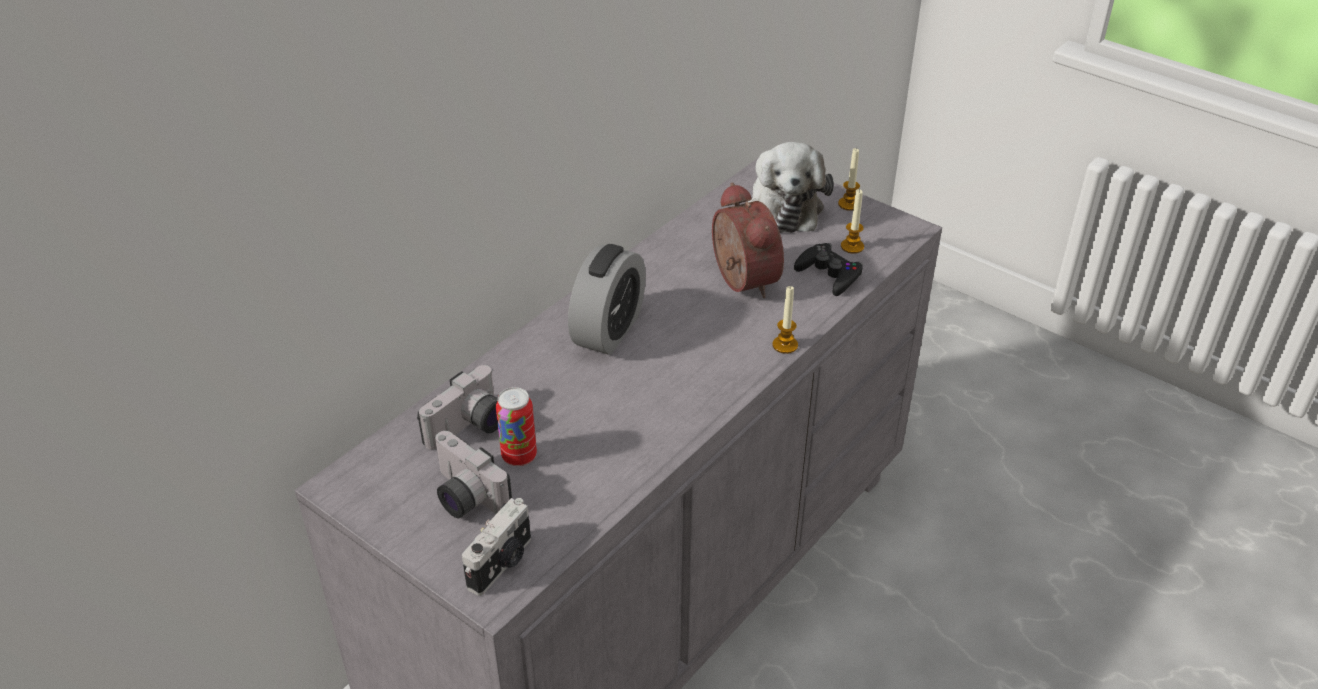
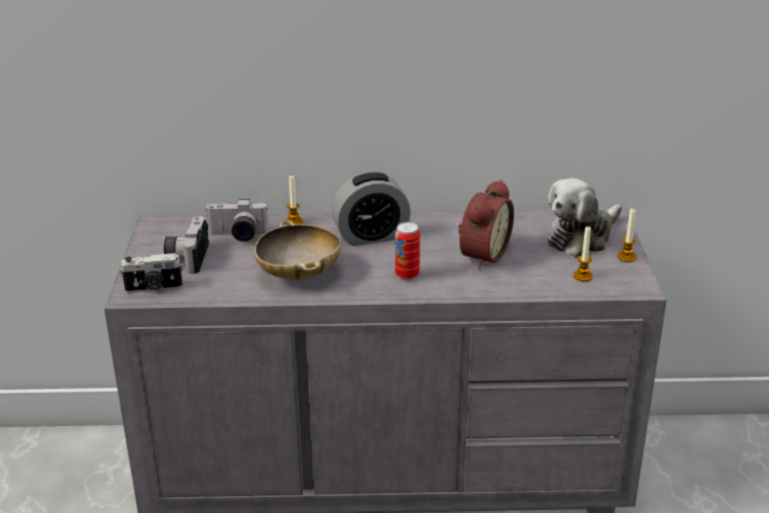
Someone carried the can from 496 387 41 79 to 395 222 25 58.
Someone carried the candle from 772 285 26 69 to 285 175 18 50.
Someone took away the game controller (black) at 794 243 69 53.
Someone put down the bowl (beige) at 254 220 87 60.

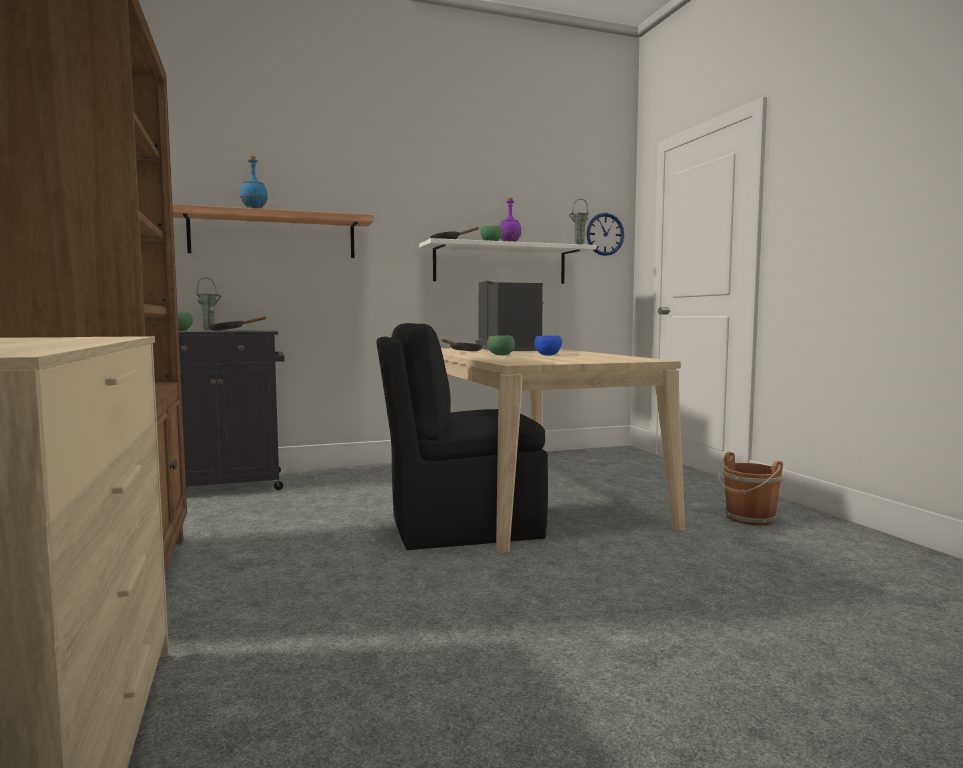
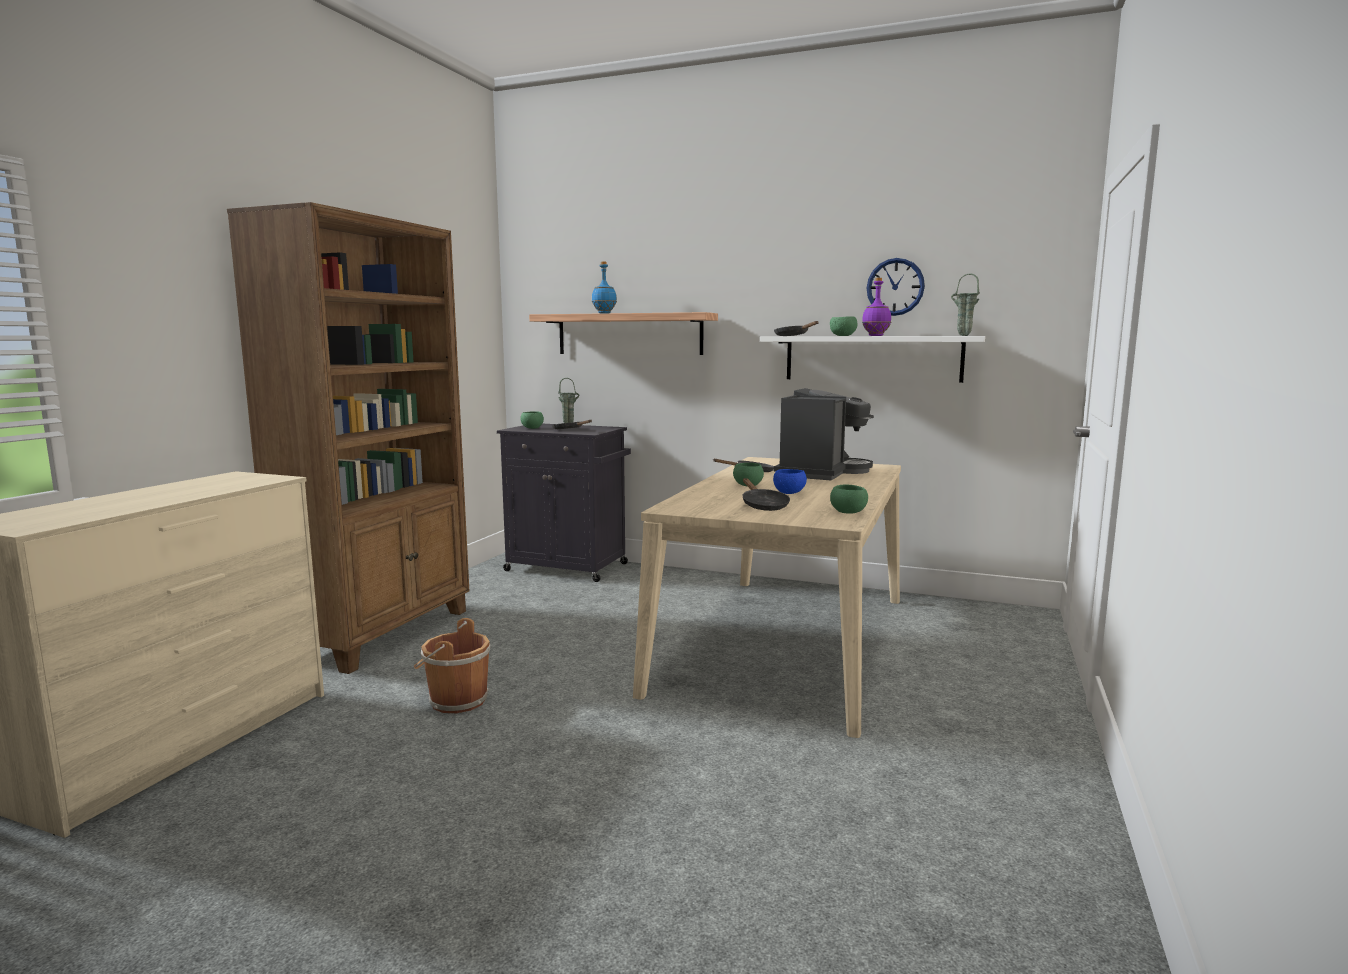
Someone took away the chair (black) at 376 323 172 227.
Someone carried the wall clock from 586 213 38 43 to 867 258 58 58.
Someone carried the bucket (brown) from 718 452 65 74 to 414 618 76 95.
Someone put down the frying pan (black) at 742 478 48 33.
Someone put down the bowl (green) at 830 484 38 30.

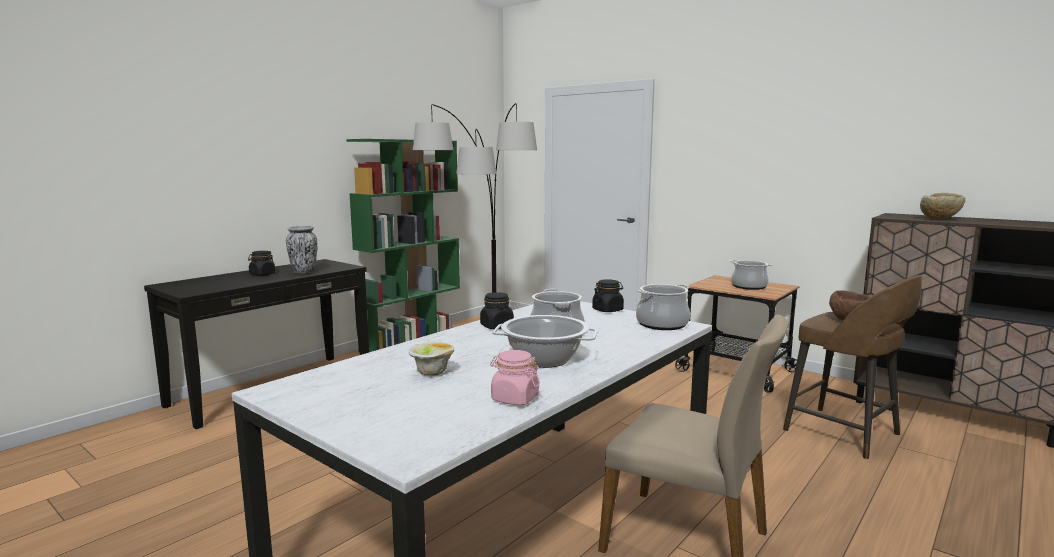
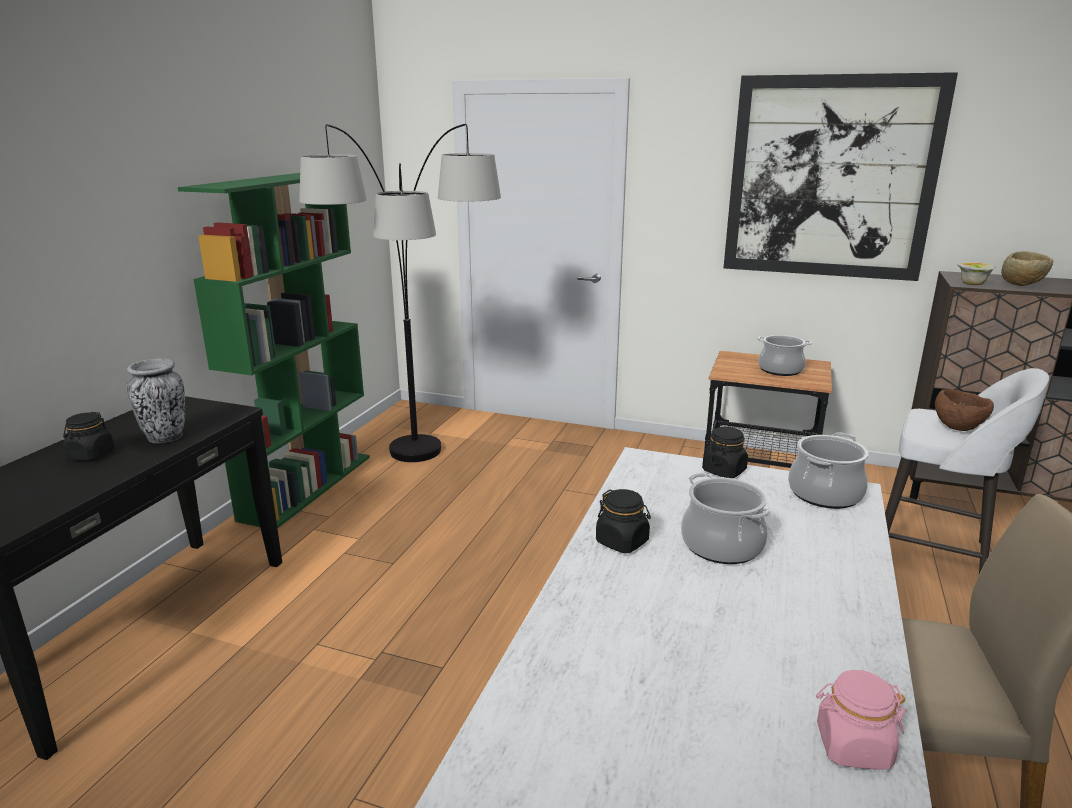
Someone carried the bowl from 409 342 45 34 to 957 262 39 23.
Someone took away the cooking pot at 492 315 106 53.
Someone repainted the stool (brown) at 783 275 139 184, which became the stool (white) at 885 368 164 205.
Someone put up the picture at 724 72 234 209.

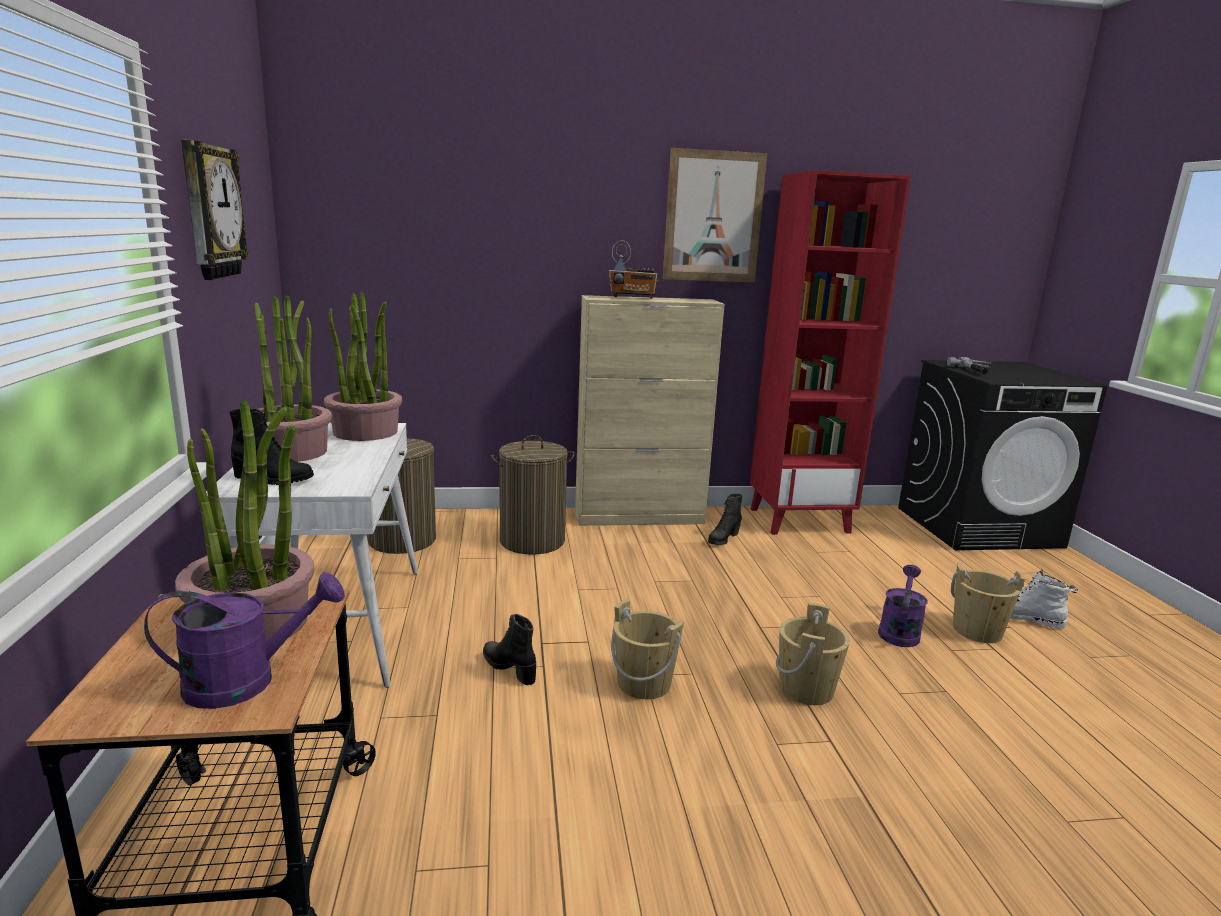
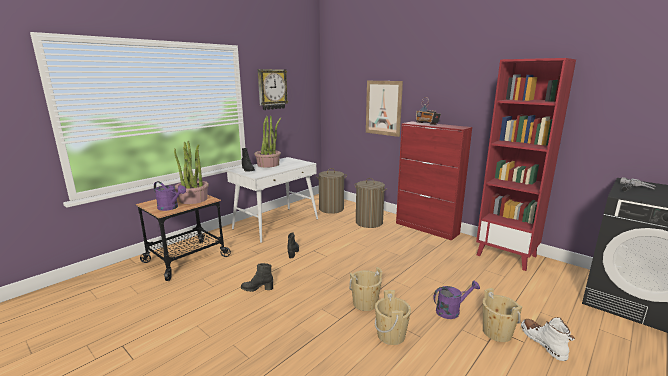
Someone took away the potted plant at 324 292 78 149.
Someone repainted the cabinet (beige) at 575 295 150 231, which became the cabinet (red) at 396 122 76 118.
Someone carried the bucket (beige) from 611 599 73 100 to 375 290 36 55.
Someone carried the picture from 663 148 104 135 to 366 81 37 56.
Someone carried the boot (black) from 708 494 34 51 to 241 263 32 29.

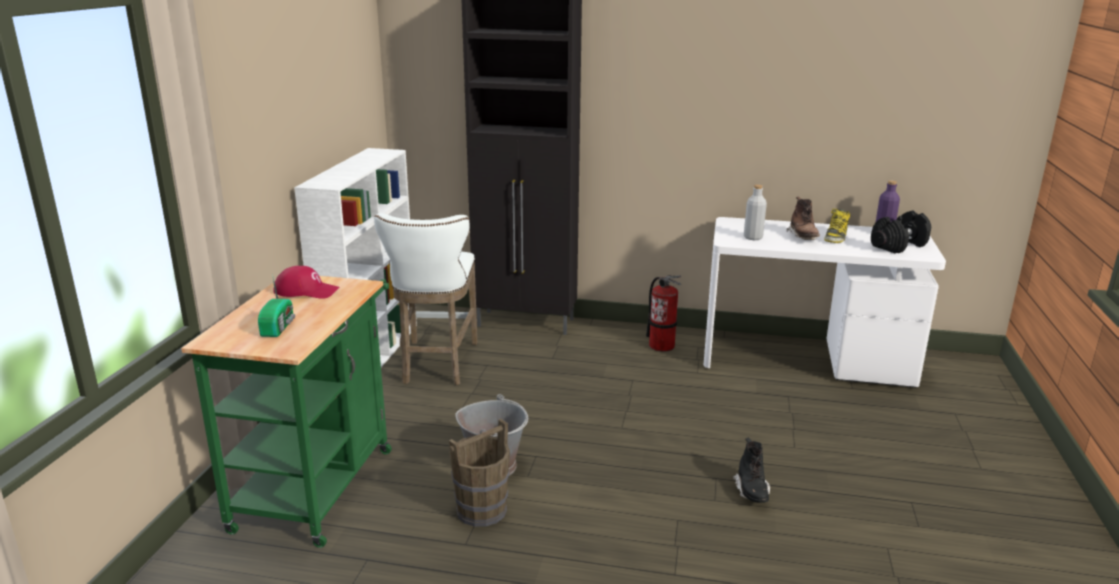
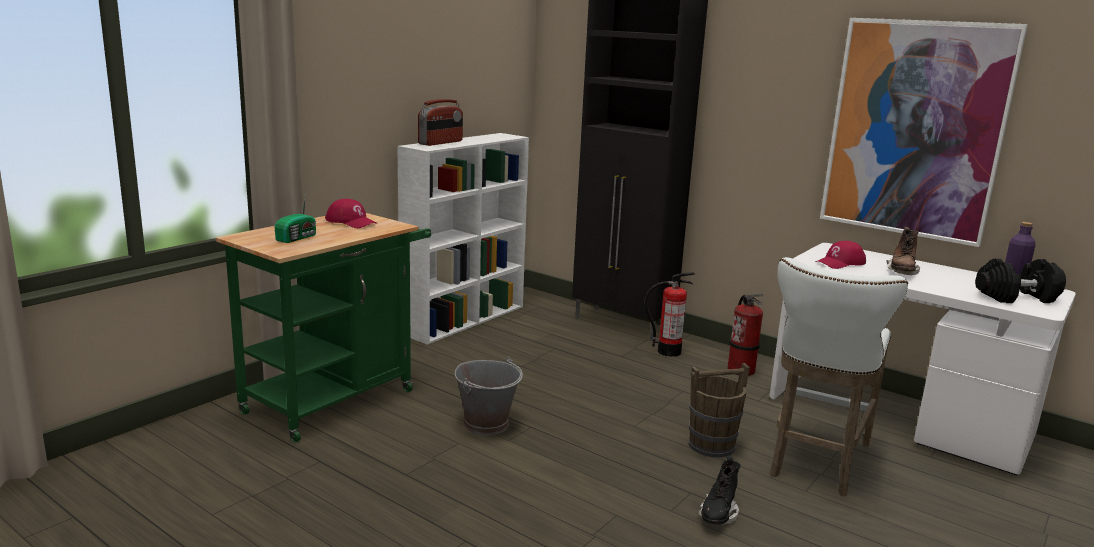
Someone carried the stool (white) from 374 213 103 172 to 770 257 138 239.
Someone carried the bucket (brown) from 449 419 61 108 to 689 363 61 94.
Someone swapped the bottle (grey) at 744 185 23 55 for the cap (red) at 815 241 51 28.
Someone took away the boot at 824 209 26 34.
Someone put down the radio at 418 99 45 47.
Someone put down the fire extinguisher at 644 272 51 85.
Someone put up the picture at 820 18 208 229.

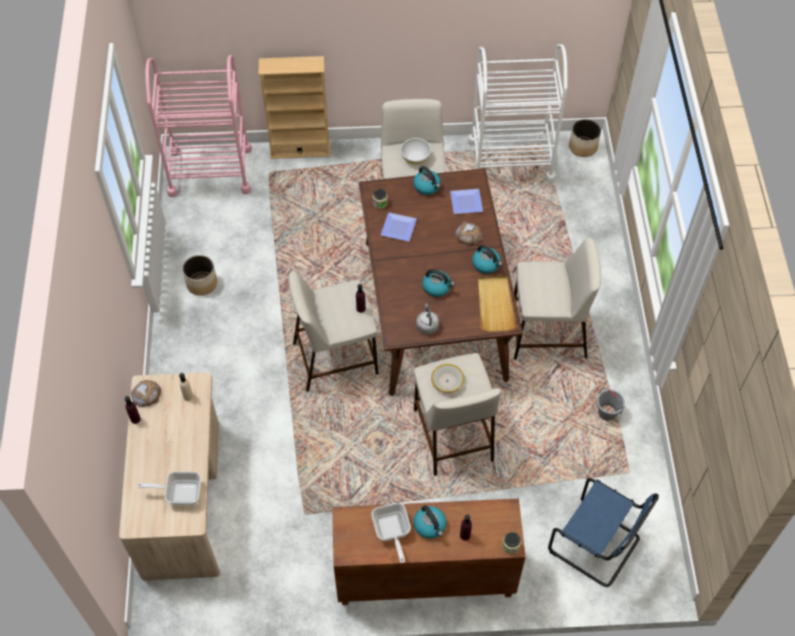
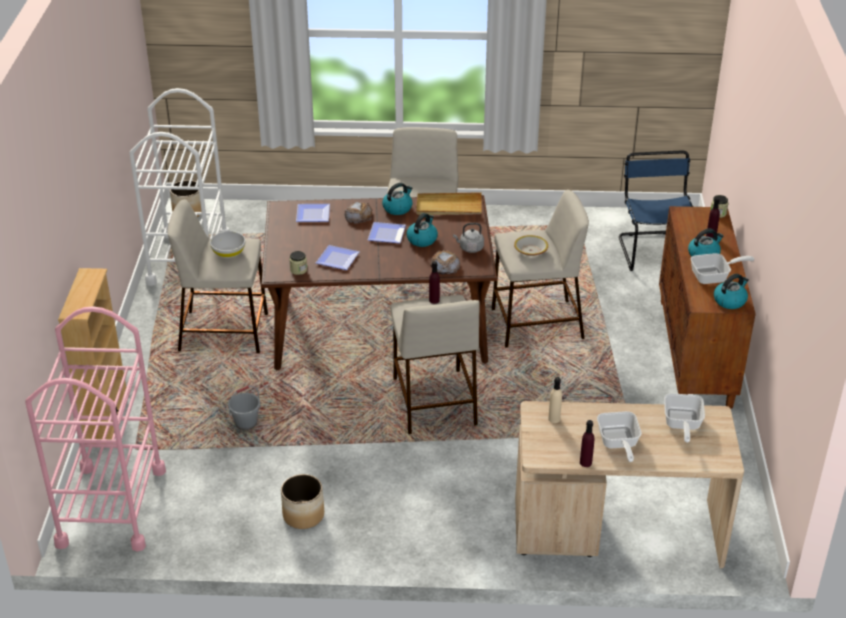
Someone carried the bread from 131 380 30 27 to 430 249 30 25.
Someone carried the kettle from 413 166 28 29 to 714 274 35 35.
Someone rotated the chair (blue) at 548 478 111 109 by 45 degrees counterclockwise.
Someone carried the bucket (grey) from 596 387 29 33 to 228 386 33 44.
Someone put down the plate at 368 222 38 21.
Someone put down the frying pan at 597 411 45 51.

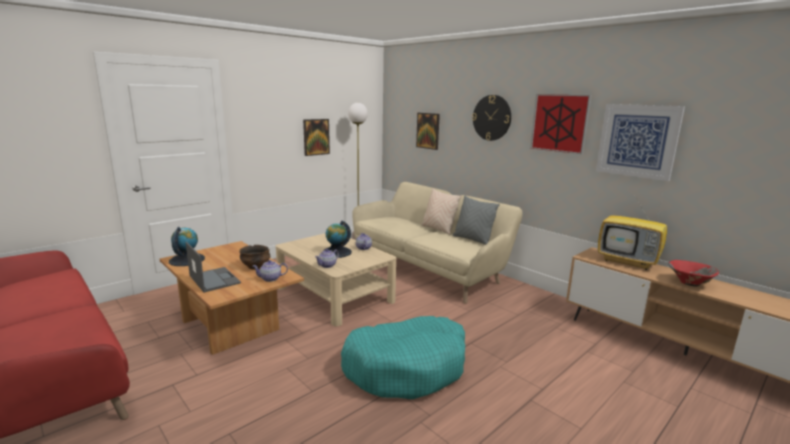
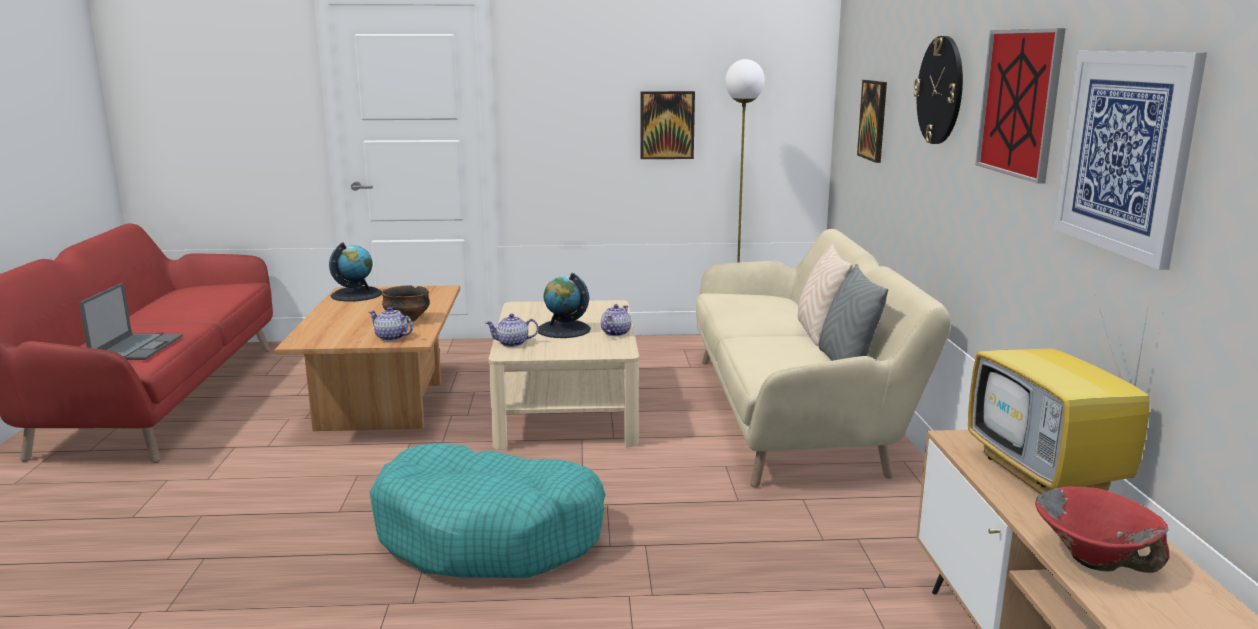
Someone carried the laptop from 186 242 55 51 to 79 283 104 77.

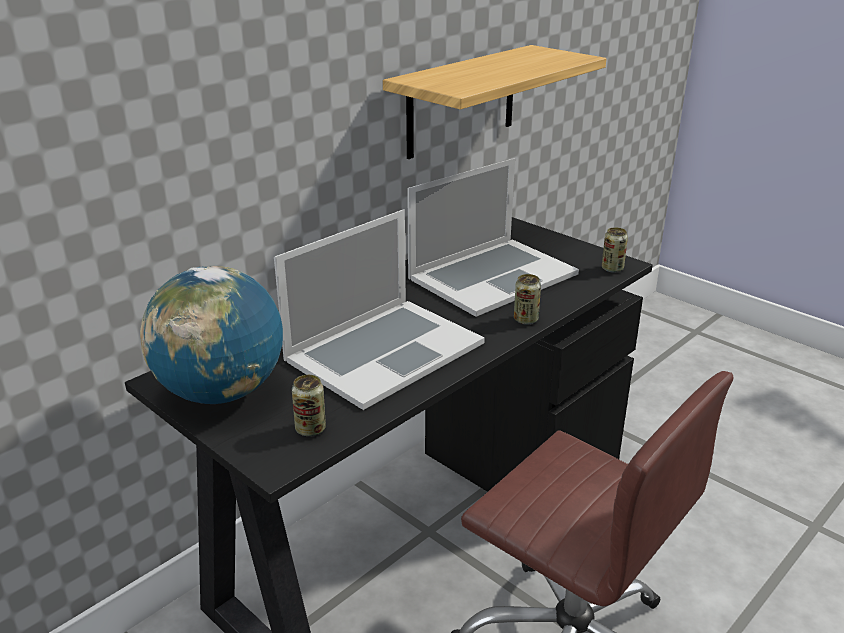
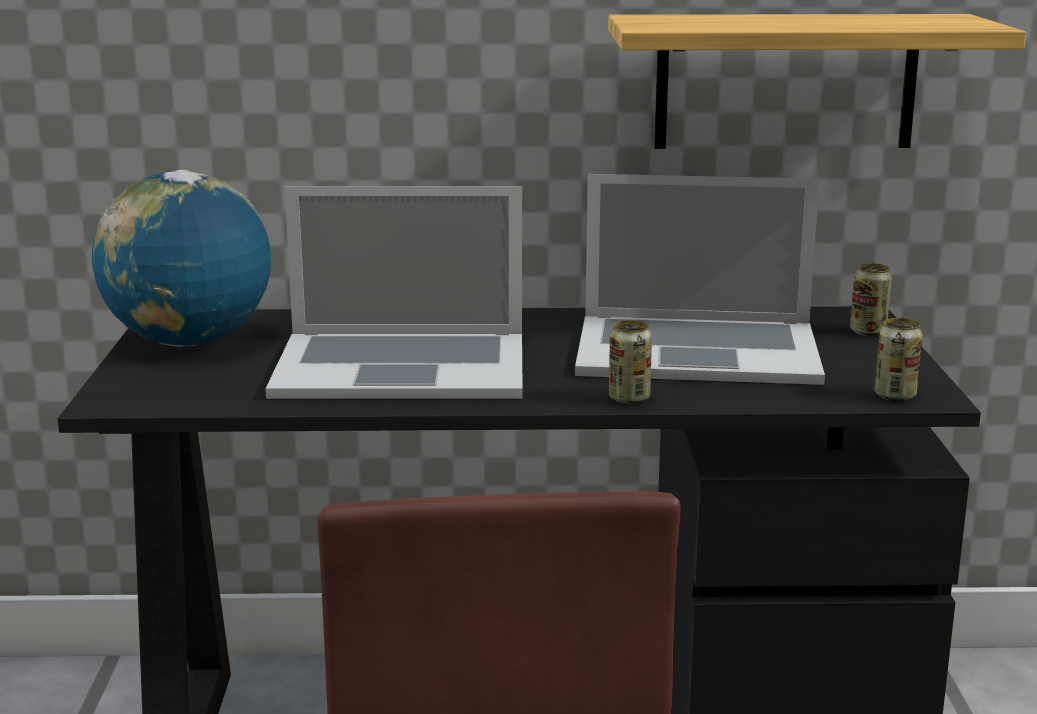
Someone carried the can from 292 375 34 61 to 850 263 42 73.

